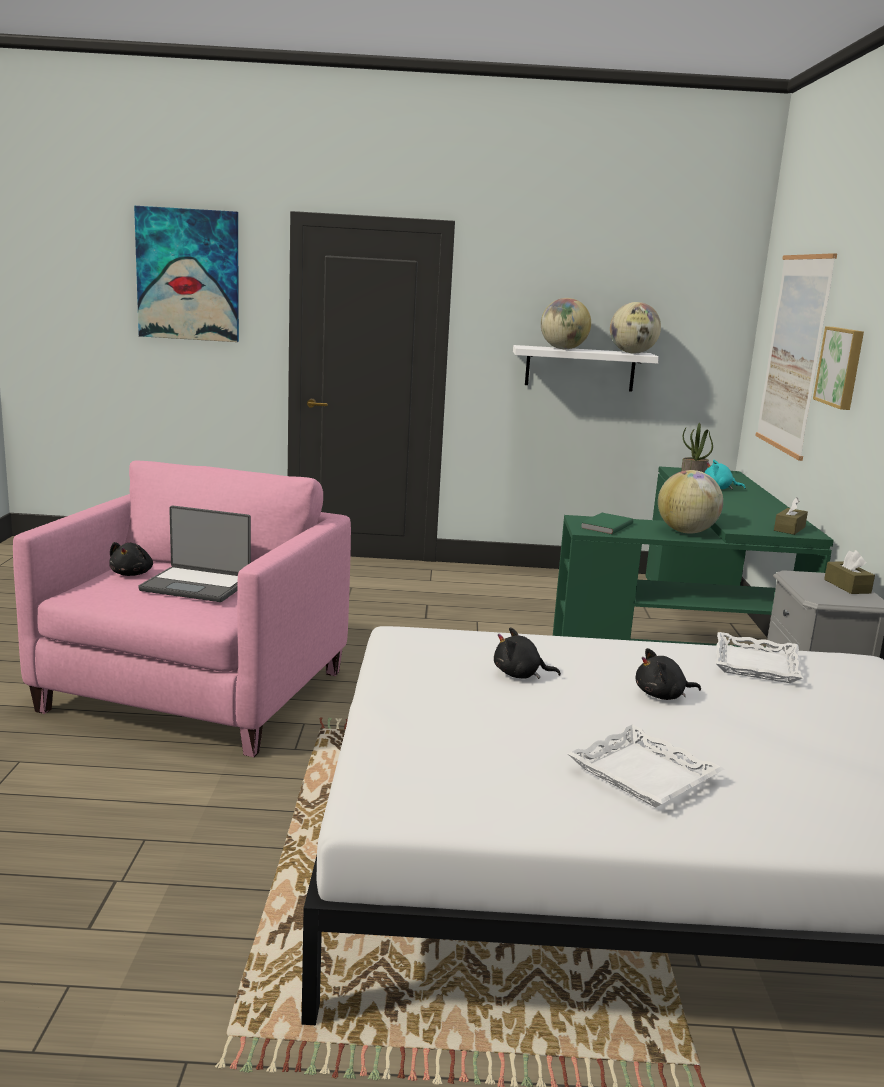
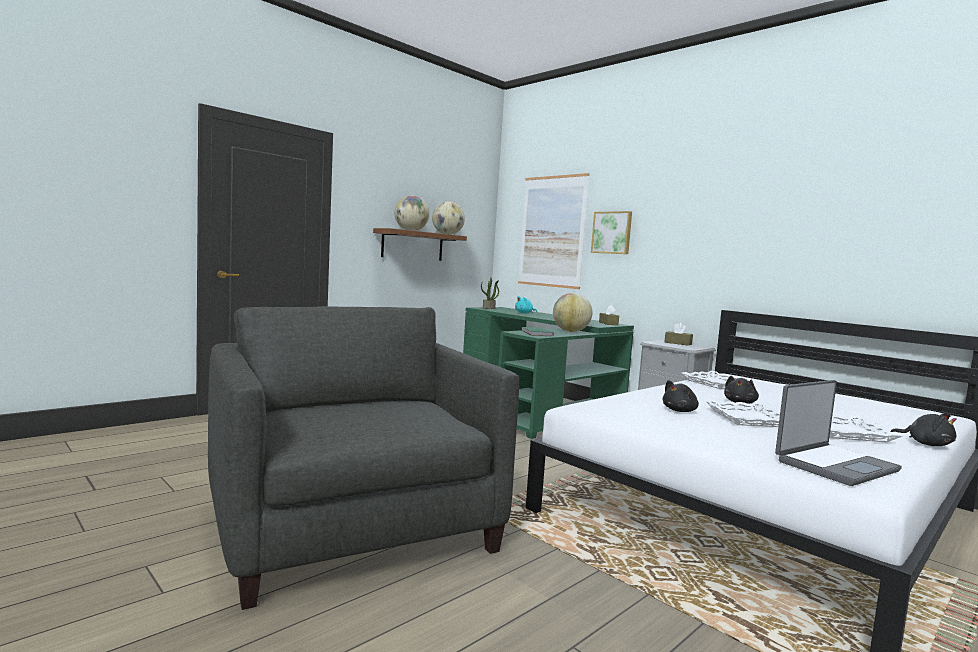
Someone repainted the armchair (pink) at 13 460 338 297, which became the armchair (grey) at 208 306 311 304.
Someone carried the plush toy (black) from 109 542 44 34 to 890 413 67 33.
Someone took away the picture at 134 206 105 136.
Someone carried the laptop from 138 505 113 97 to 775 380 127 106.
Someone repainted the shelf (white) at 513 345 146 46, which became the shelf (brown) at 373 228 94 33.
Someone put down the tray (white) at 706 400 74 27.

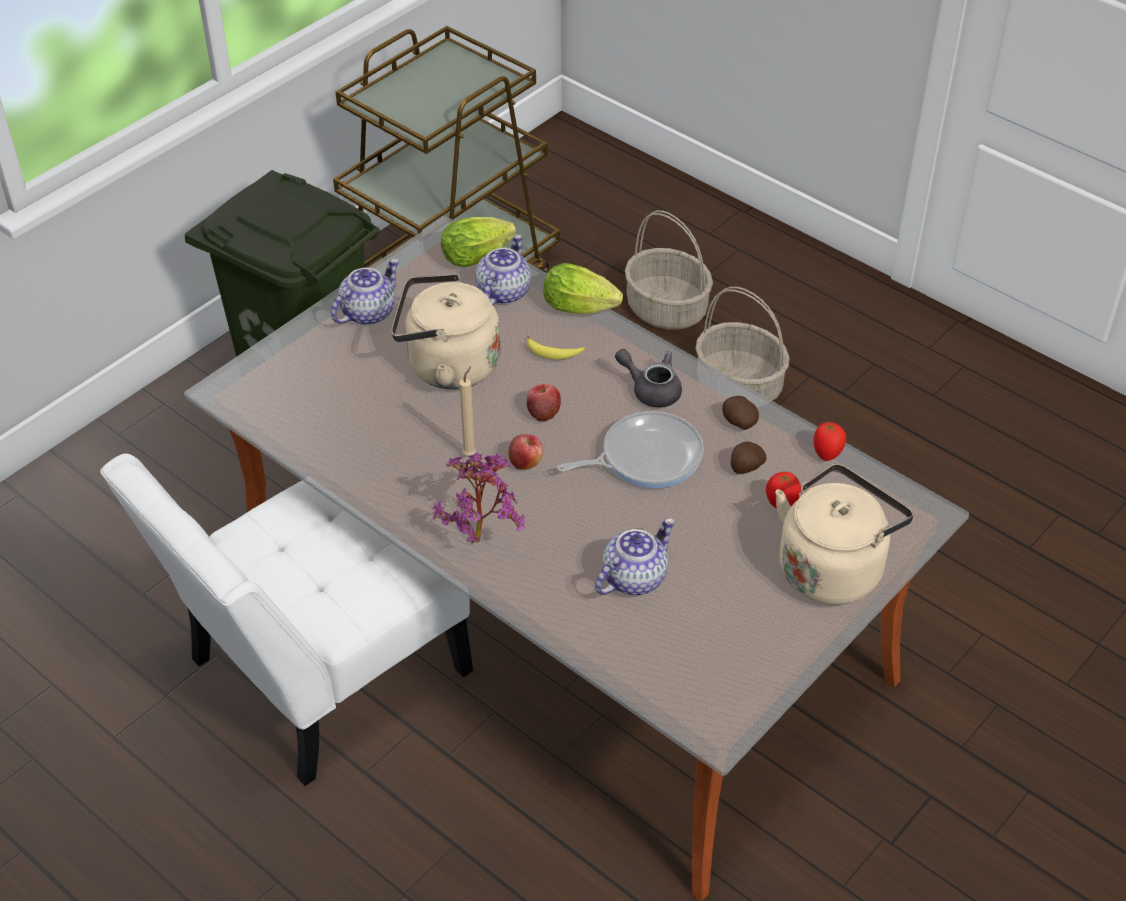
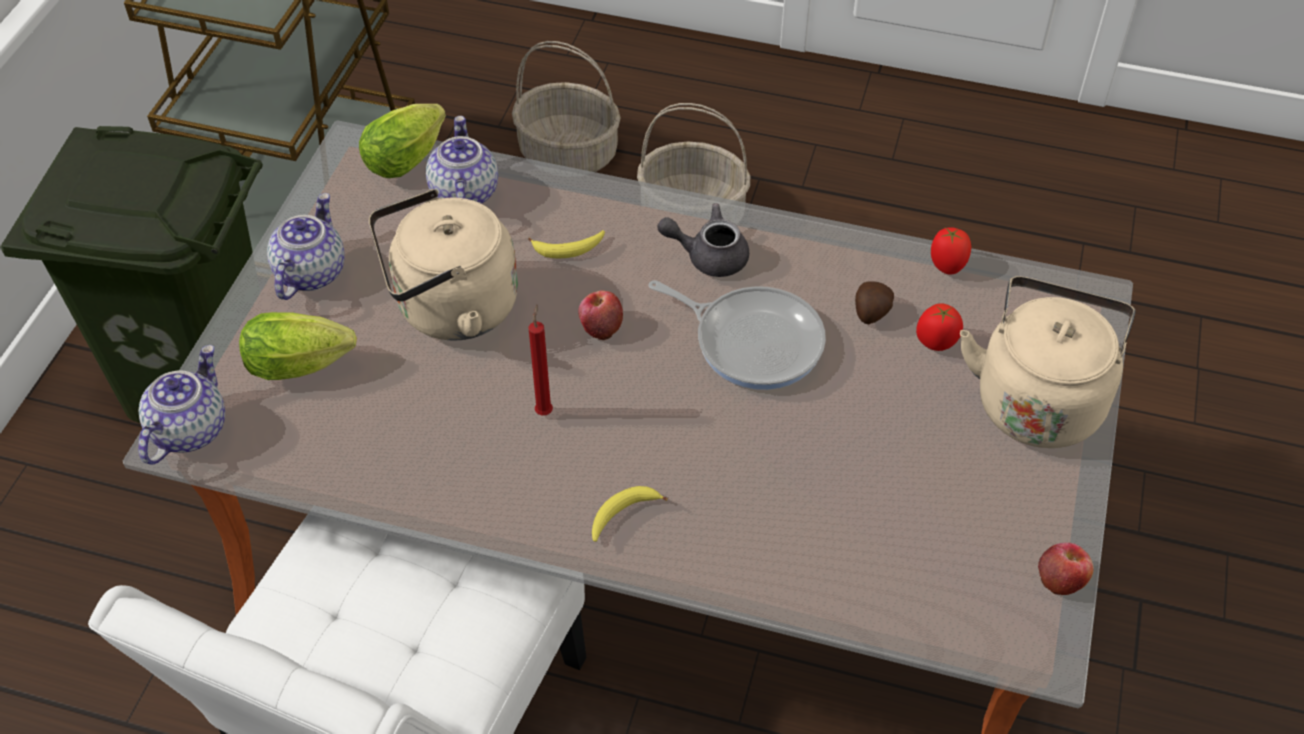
Someone swapped the potted plant at 432 453 94 90 for the banana at 592 486 76 56.
Someone repainted the candle (beige) at 459 366 17 90, which became the candle (red) at 528 305 25 111.
Someone carried the apple from 508 434 35 36 to 1038 543 56 52.
Someone carried the lettuce from 543 263 80 51 to 239 312 118 68.
Someone rotated the frying pan at 557 411 147 77 by 75 degrees clockwise.
Someone carried the teapot from 595 518 80 77 to 138 345 87 120.
Someone took away the potato at 722 396 37 34.

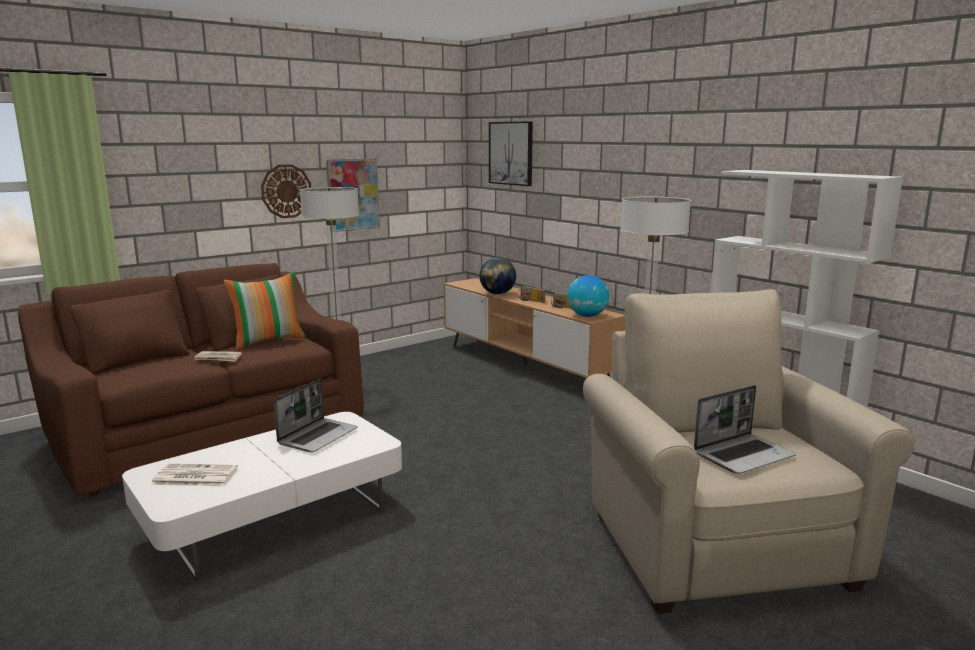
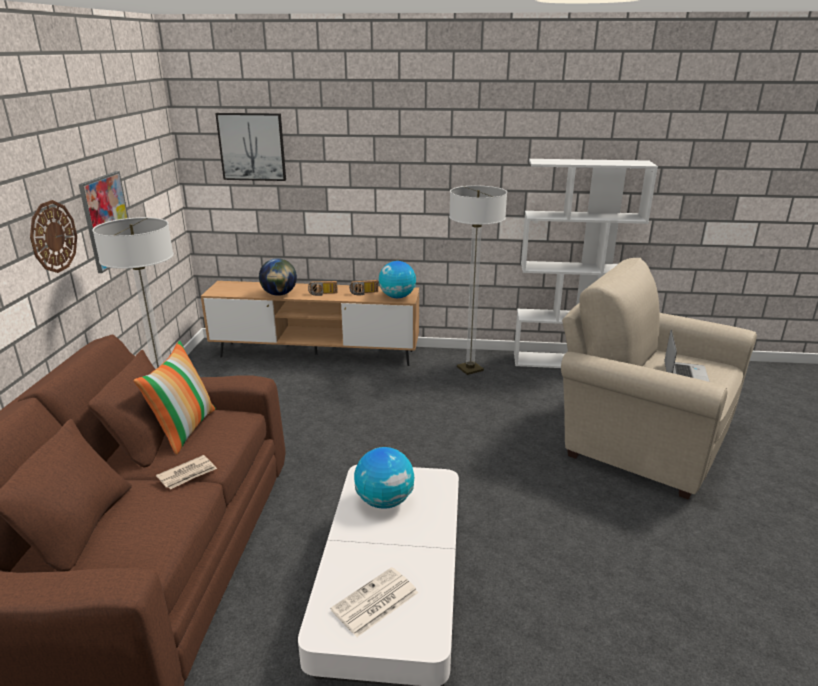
Someone swapped the laptop at 274 379 84 73 for the globe at 354 447 60 62.

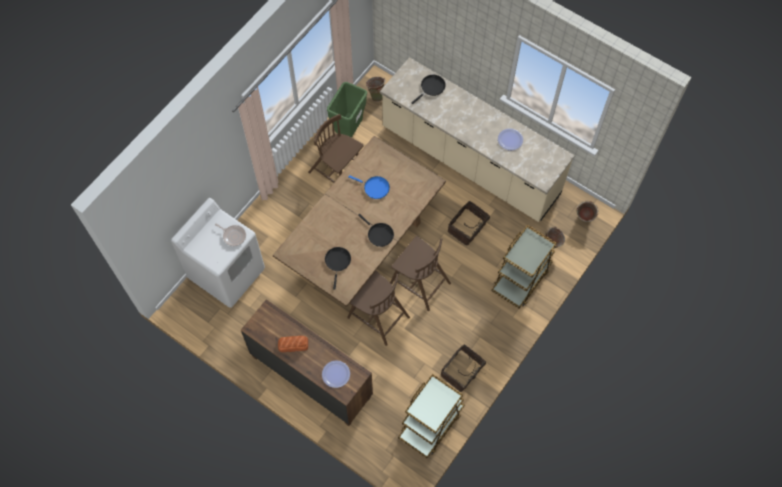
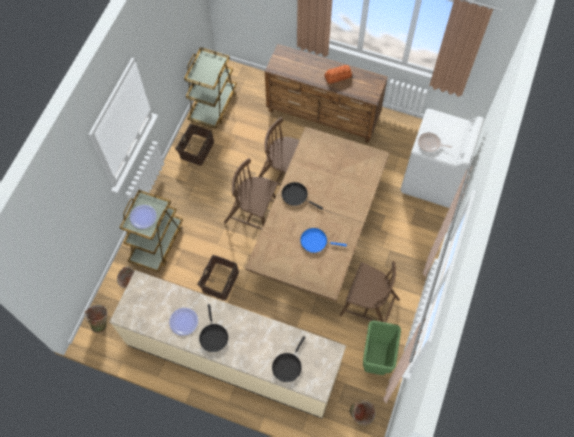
Someone carried the plate from 322 361 28 27 to 130 205 27 24.
Someone carried the frying pan (black) from 325 247 26 42 to 199 304 29 48.

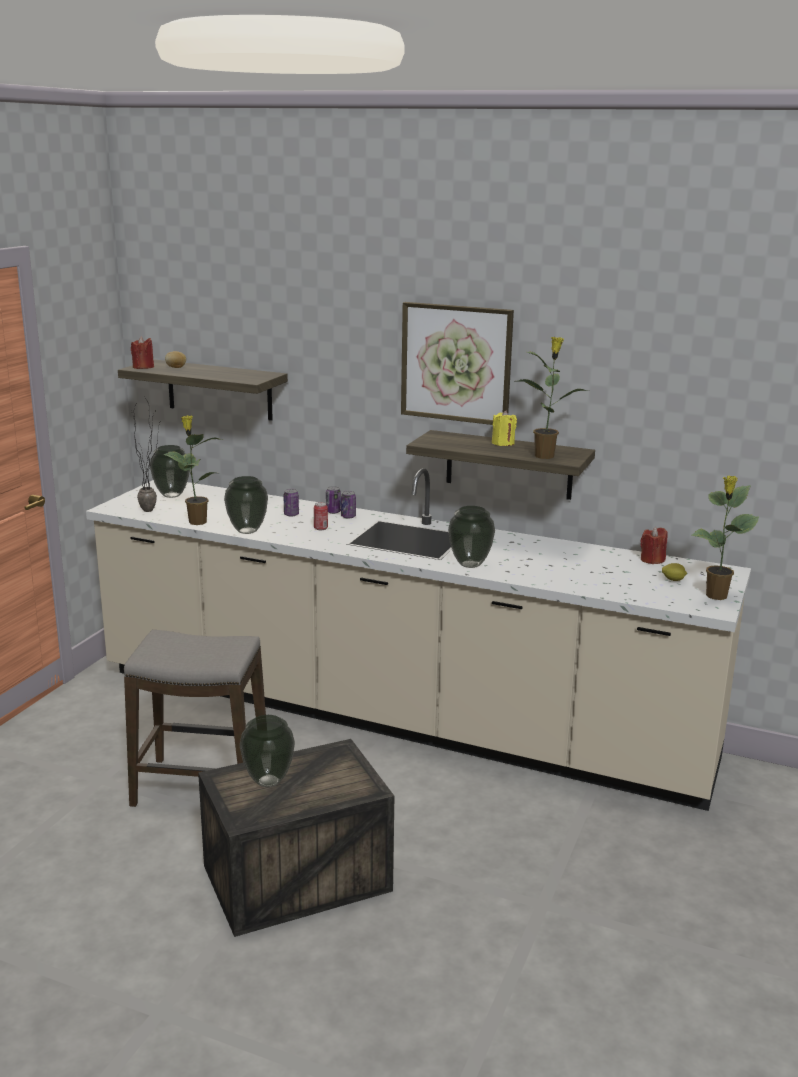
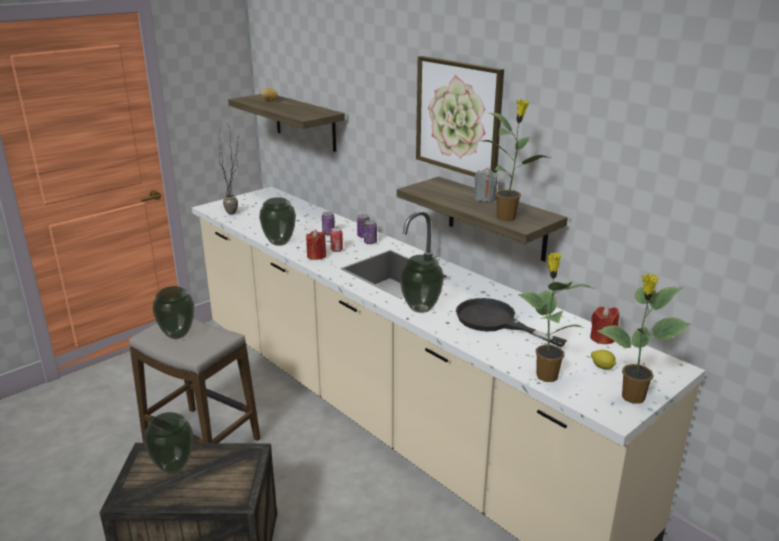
Someone carried the candle (red) from 131 336 23 33 to 306 230 20 30.
Someone carried the vase from 150 445 39 53 to 152 286 42 53.
Someone carried the potted plant from 163 415 59 110 to 518 253 77 129.
Someone repainted the candle (yellow) at 492 410 25 36, which became the candle (grey) at 474 168 24 34.
Someone put down the frying pan (black) at 456 298 111 49.

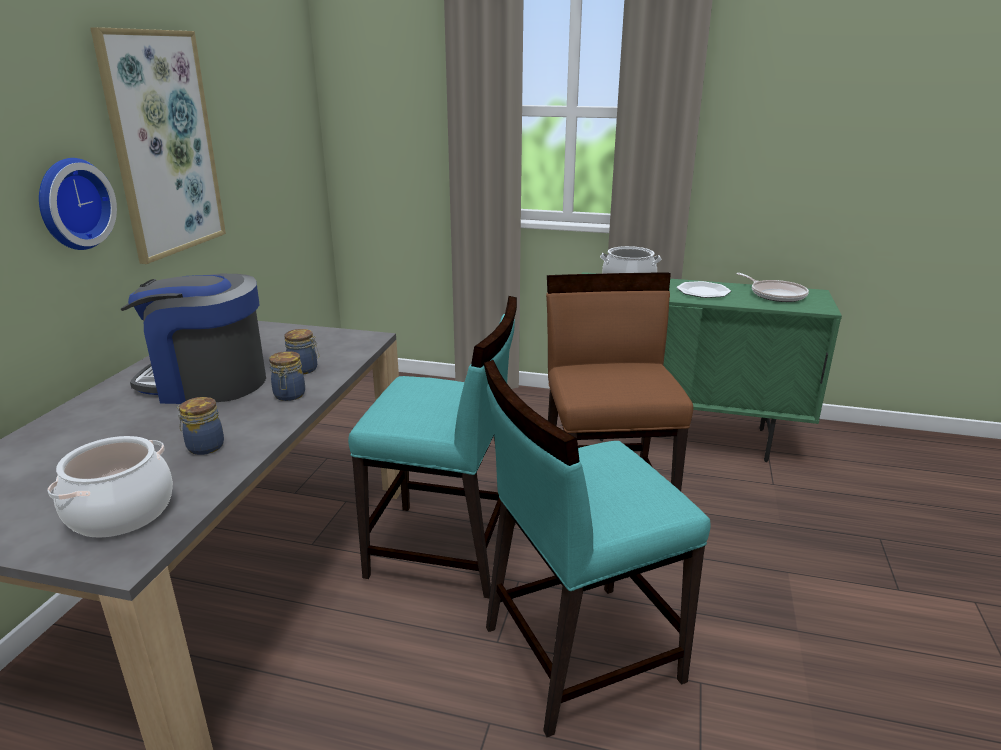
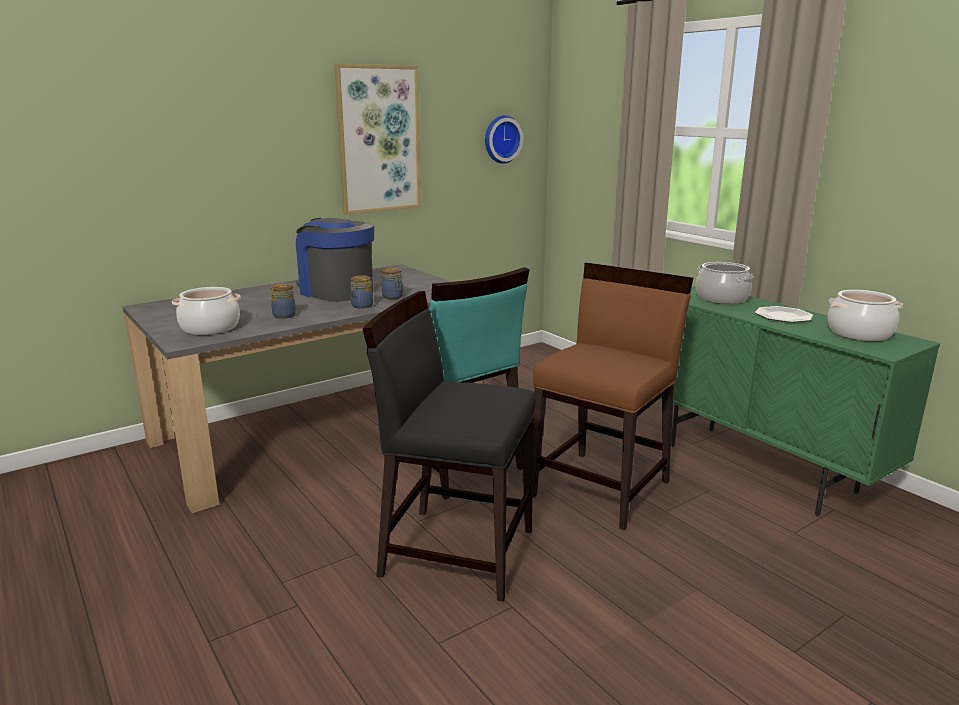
Someone carried the wall clock from 39 158 78 92 to 485 115 38 49.
Someone repainted the chair (turquoise) at 484 360 227 377, which became the chair (black) at 363 291 173 311.
Someone swapped the frying pan at 736 273 73 29 for the cooking pot at 828 290 75 51.

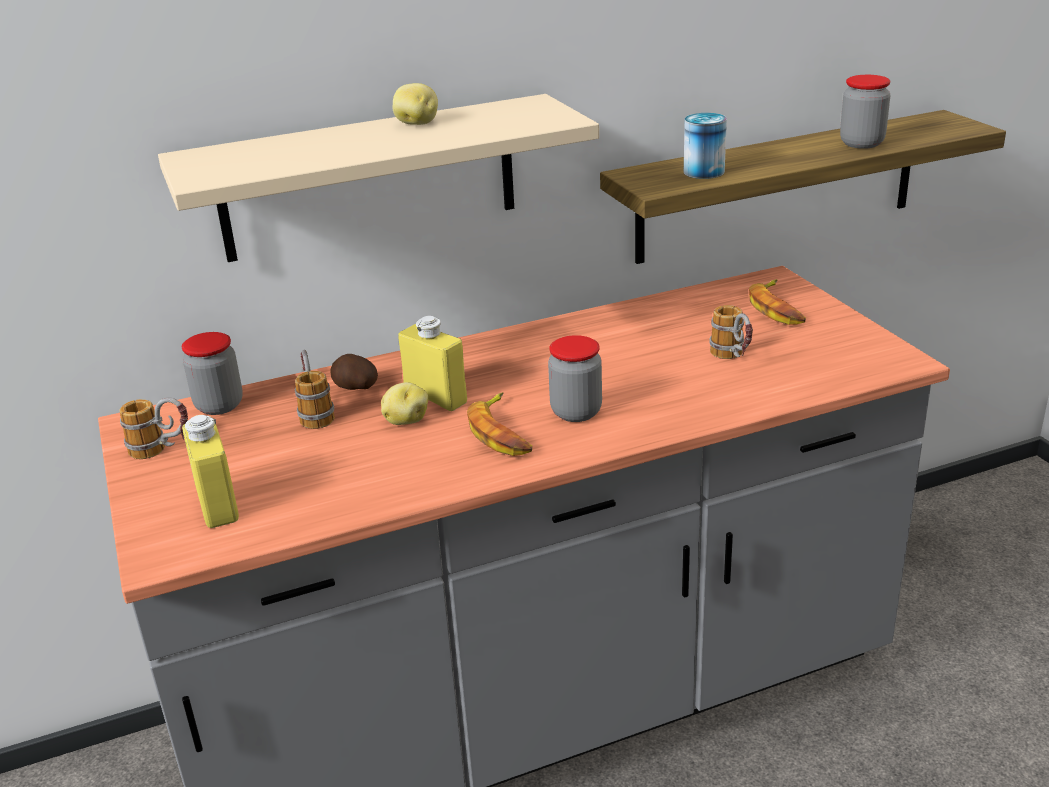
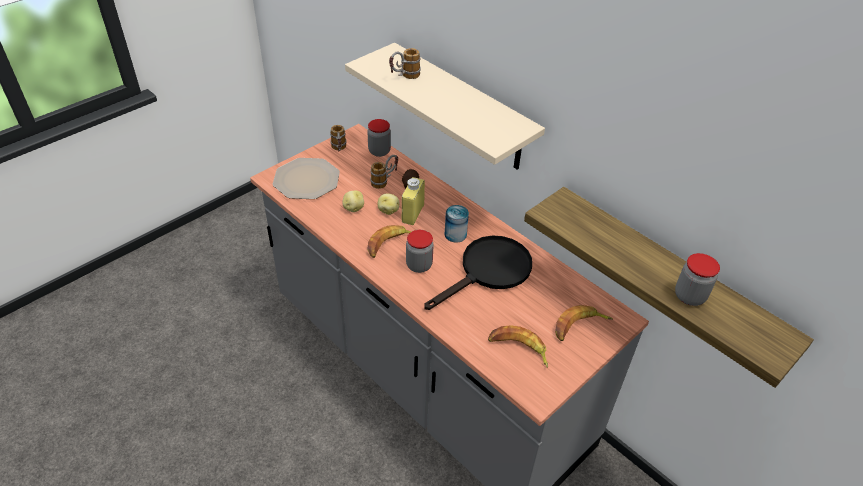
Someone swapped the bottle (yellow) at 182 415 57 113 for the plate at 273 158 67 41.
Someone carried the potato from 392 83 46 42 to 342 190 22 22.
Someone carried the can from 684 113 43 66 to 445 205 24 37.
Someone carried the mug from 709 305 44 54 to 389 48 32 31.
Someone put down the frying pan (black) at 424 235 108 75.
Someone put down the banana at 488 325 60 43.

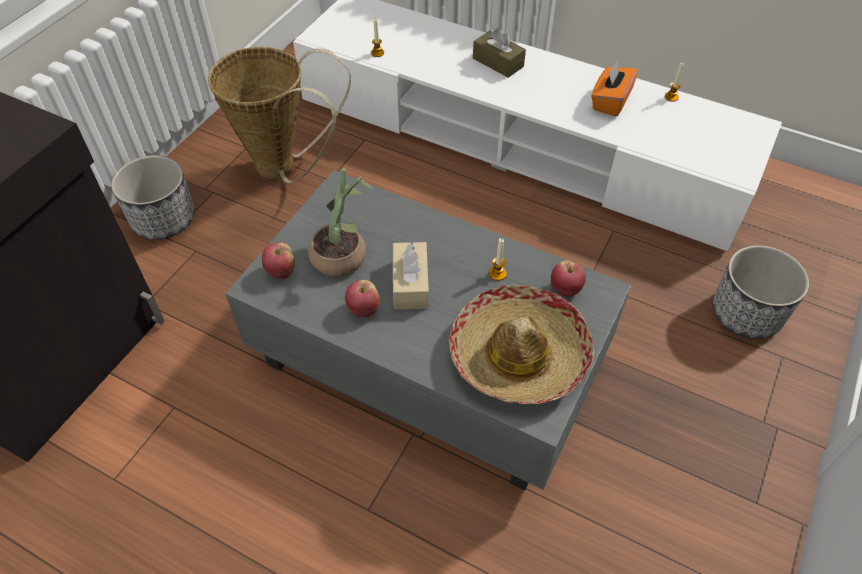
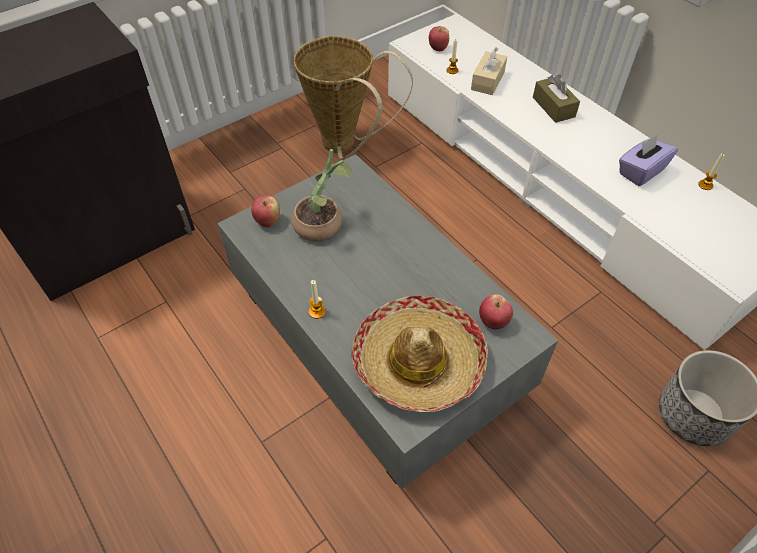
Someone took away the planter at 111 155 84 85.
Someone carried the apple from 345 280 35 37 to 429 26 20 25.
Someone carried the tissue box (beige) from 393 241 36 69 to 471 47 36 48.
Someone carried the candle from 489 238 18 43 to 309 280 17 39.
Someone repainted the tissue box (orange) at 591 60 47 56, which became the tissue box (purple) at 619 135 59 51.

